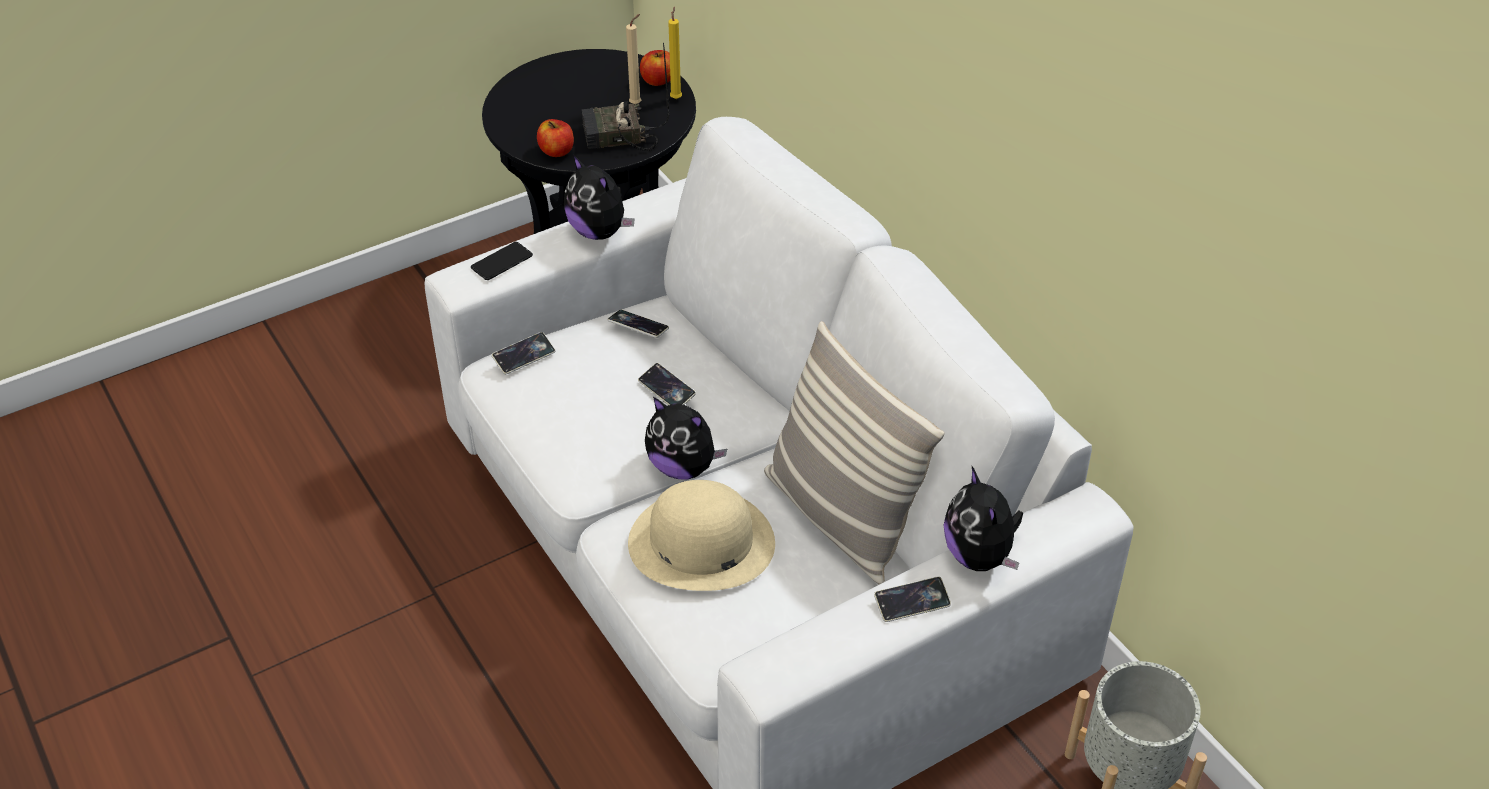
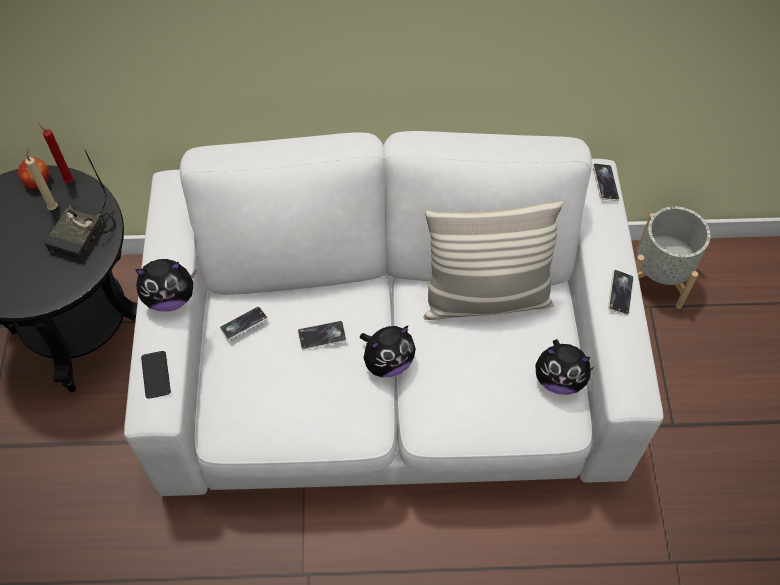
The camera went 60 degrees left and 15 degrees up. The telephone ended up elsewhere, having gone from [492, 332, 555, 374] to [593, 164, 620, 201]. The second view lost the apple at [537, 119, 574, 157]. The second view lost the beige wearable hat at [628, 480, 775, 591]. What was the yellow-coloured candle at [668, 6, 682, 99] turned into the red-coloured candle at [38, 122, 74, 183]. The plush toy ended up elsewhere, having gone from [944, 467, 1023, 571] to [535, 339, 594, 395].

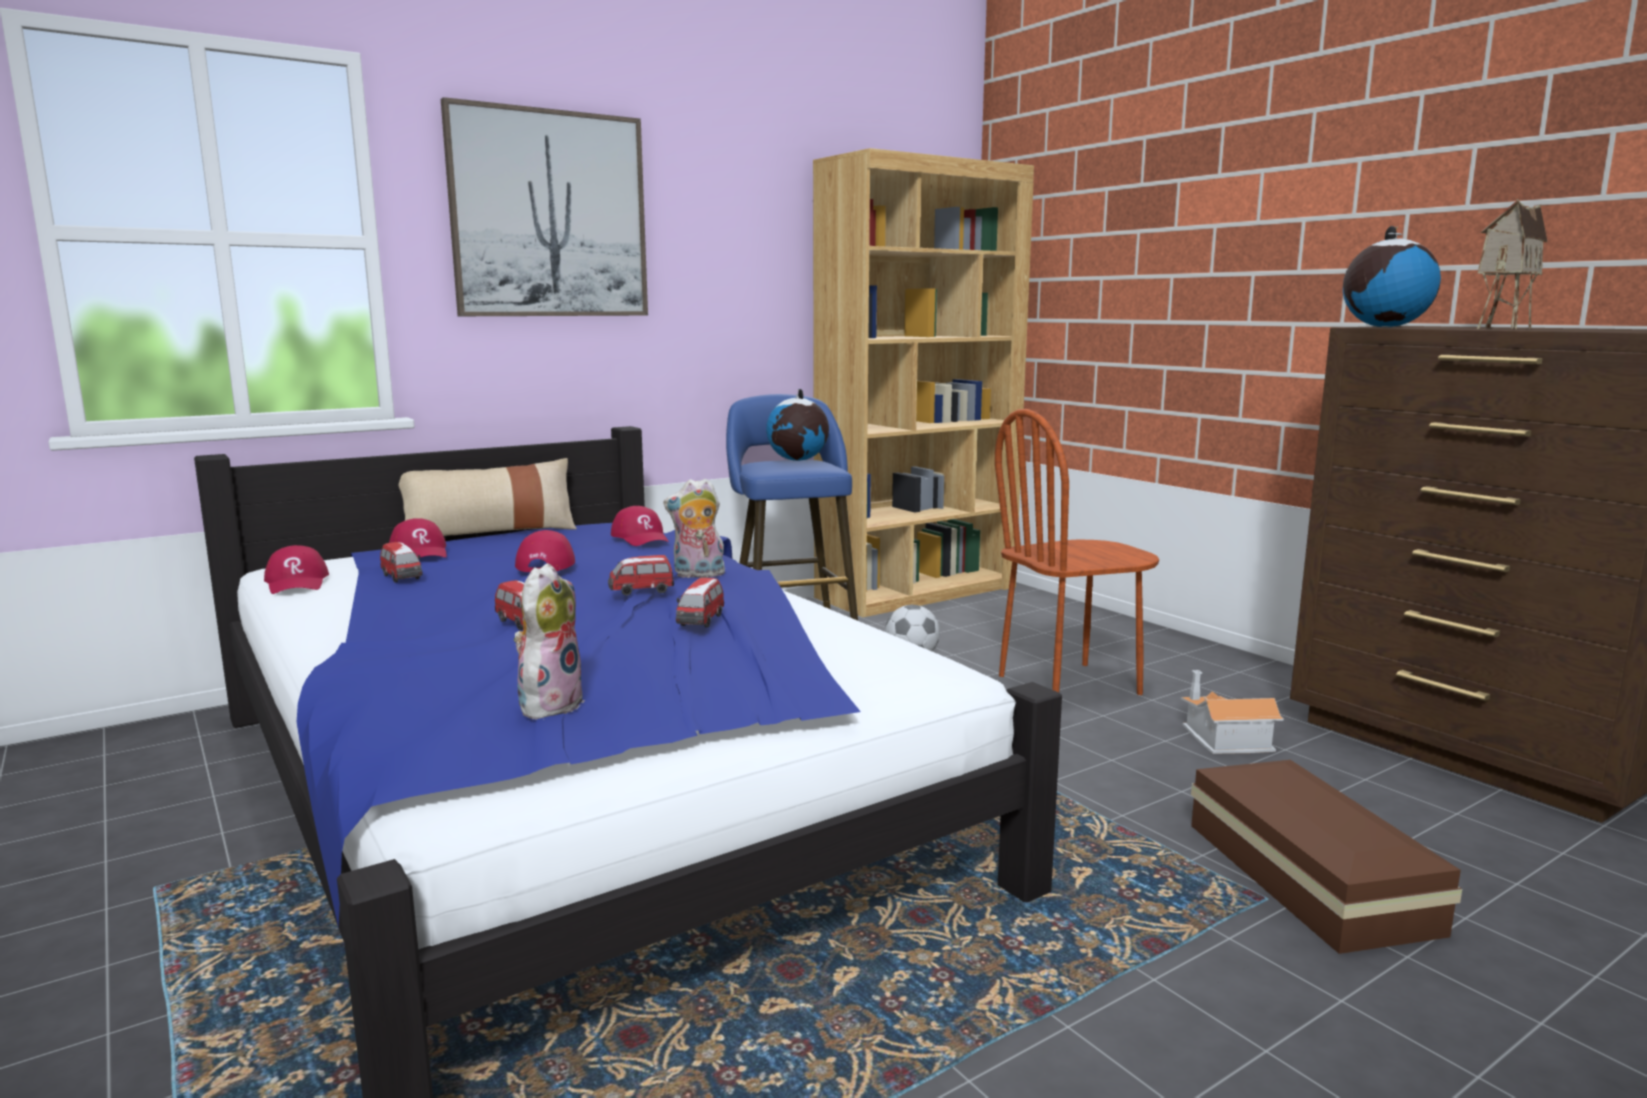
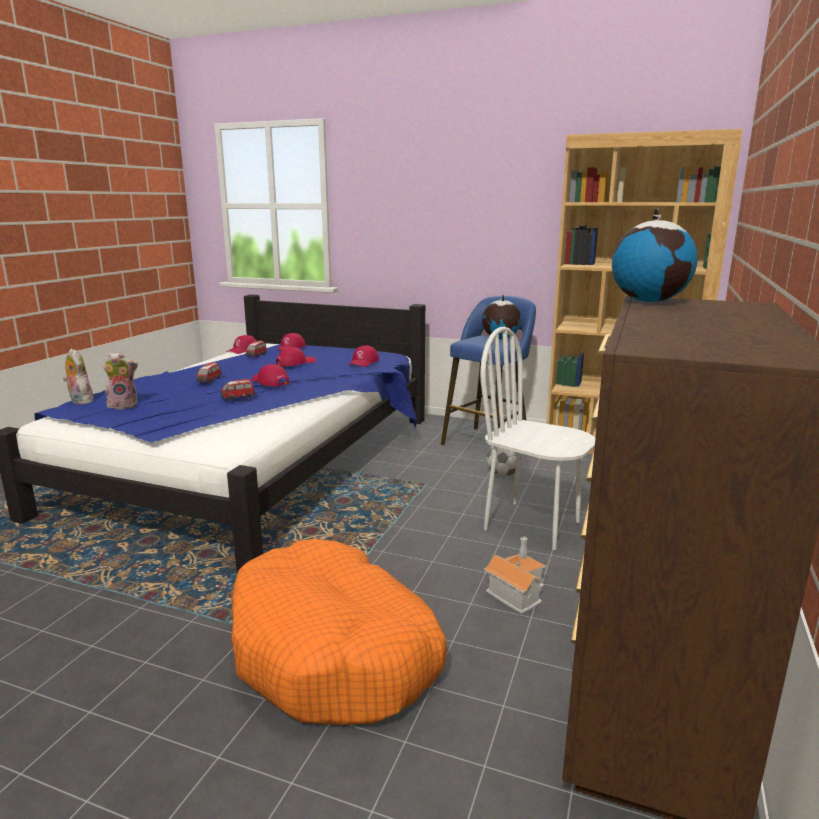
The camera went 55 degrees right and 5 degrees up. The second view lost the beige pillow at [399, 458, 577, 536]. The second view lost the wall picture at [441, 97, 648, 316]. Where the model car stood at [608, 555, 674, 596], the red-coloured baseball cap came to stand at [252, 364, 290, 386]. The plush toy ended up elsewhere, having gone from [663, 478, 725, 578] to [63, 349, 94, 404]. What was the brown plain chair at [995, 409, 1159, 695] turned into the whitish plain chair at [480, 327, 595, 550]. Where the brown storage box stood at [1191, 760, 1462, 954], the orange-coloured pet bed came to stand at [232, 539, 447, 725]. The second view lost the toy house at [1477, 199, 1548, 329].

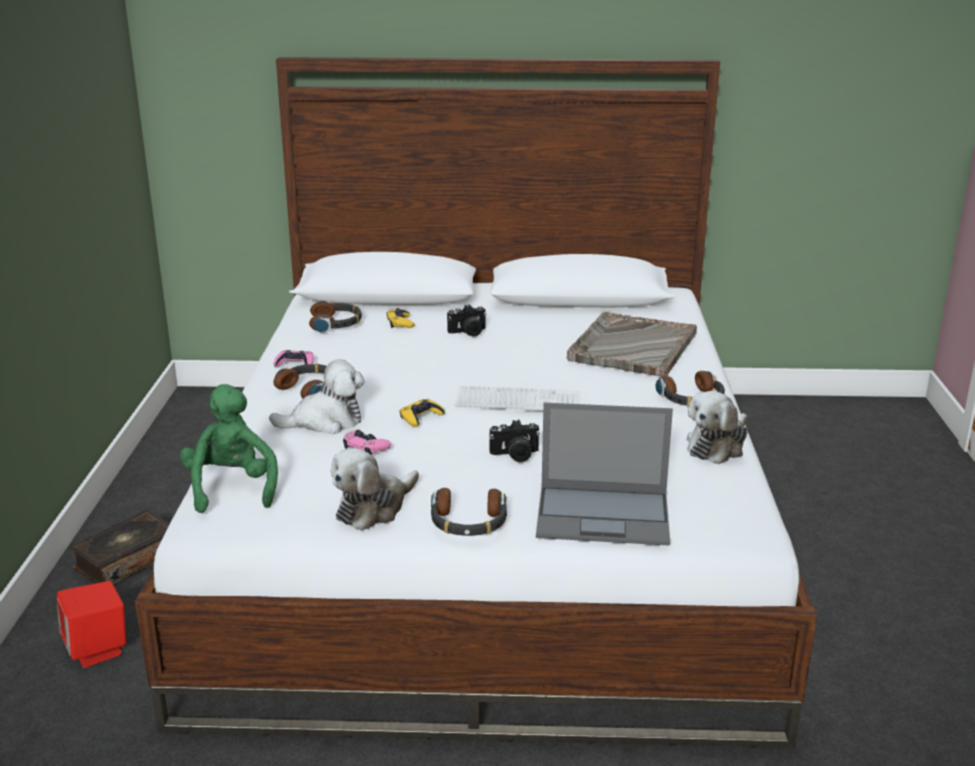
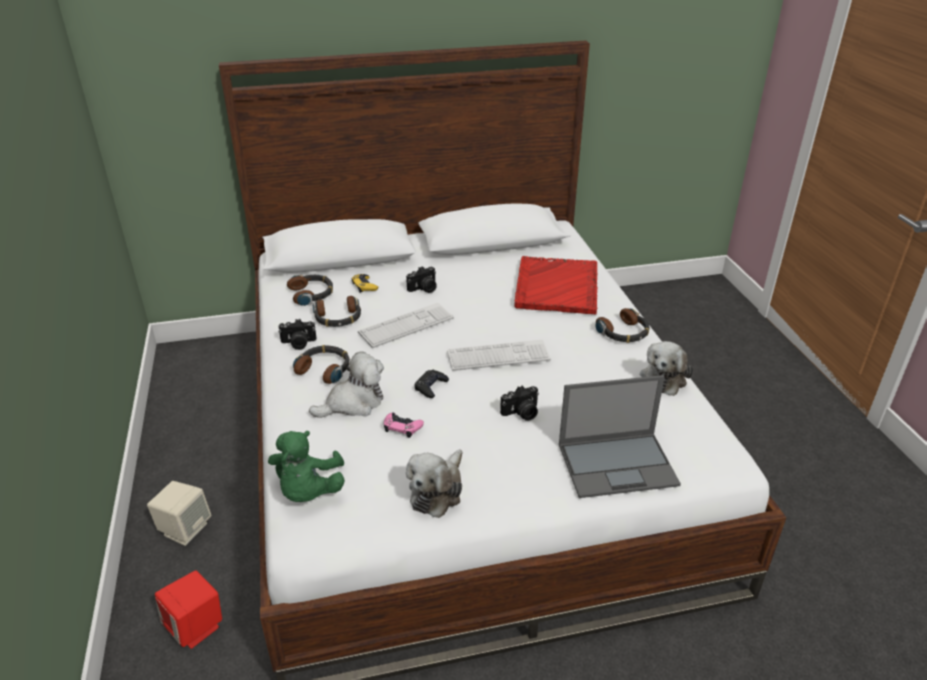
The camera went 15 degrees left and 10 degrees up. Where the book stood at [69, 510, 169, 584], the beige speaker came to stand at [147, 481, 211, 546]. The greenish plush toy at [180, 384, 278, 513] ended up facing another way, 150 degrees counterclockwise from before. Where the pinkish game controller stood at [274, 350, 314, 368], the photo camera came to stand at [278, 319, 316, 350]. What was the yellow-coloured game controller at [400, 399, 445, 427] turned into the black-coloured game controller at [414, 370, 449, 398]. The pair of headphones ended up elsewhere, having gone from [431, 488, 507, 536] to [313, 296, 361, 327]. What was the grey carrying tray at [567, 312, 697, 376] turned into the red-coloured carrying tray at [514, 256, 598, 315]. The second view gained the computer keyboard at [358, 303, 454, 348].

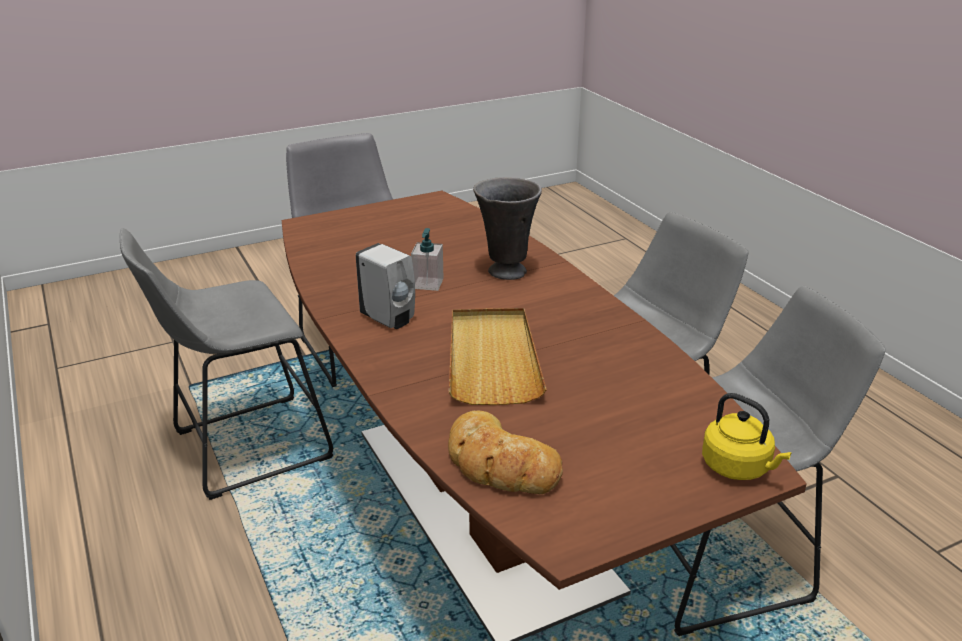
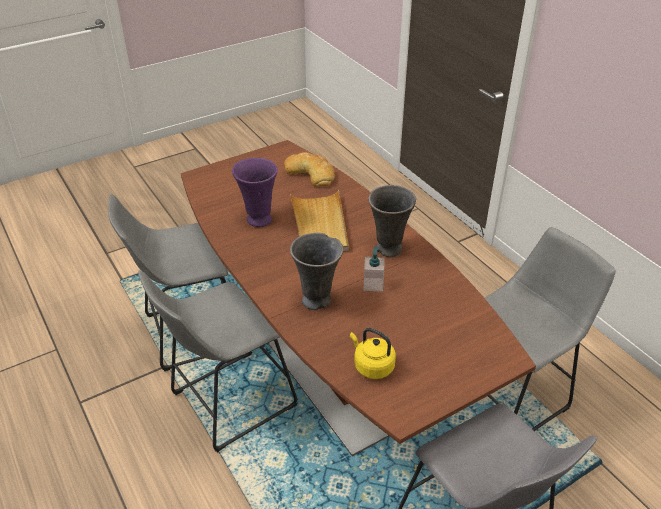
The camera went 175 degrees right and 10 degrees up. Where the whitish liquid soap bottle stood at [356, 243, 415, 329], the grey vase came to stand at [368, 185, 416, 258]. The yellow-coloured kettle ended up elsewhere, having gone from [702, 393, 792, 480] to [350, 328, 396, 379]. The second view gained the purple vase at [232, 158, 278, 227].

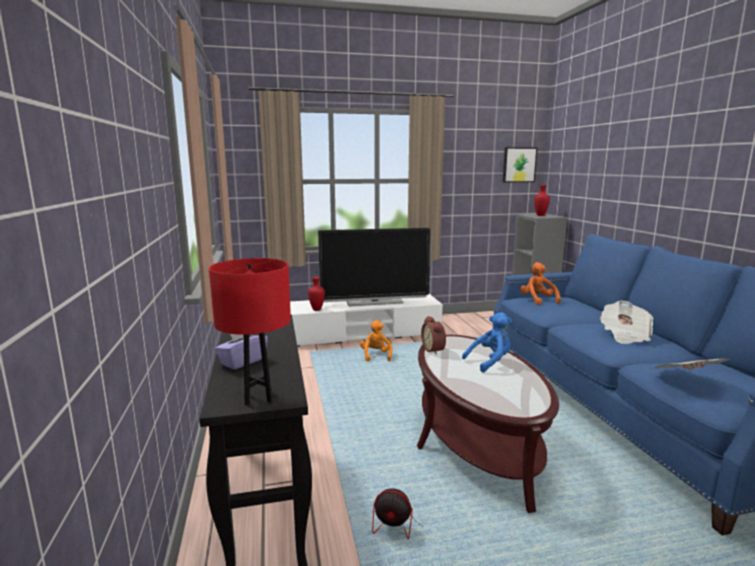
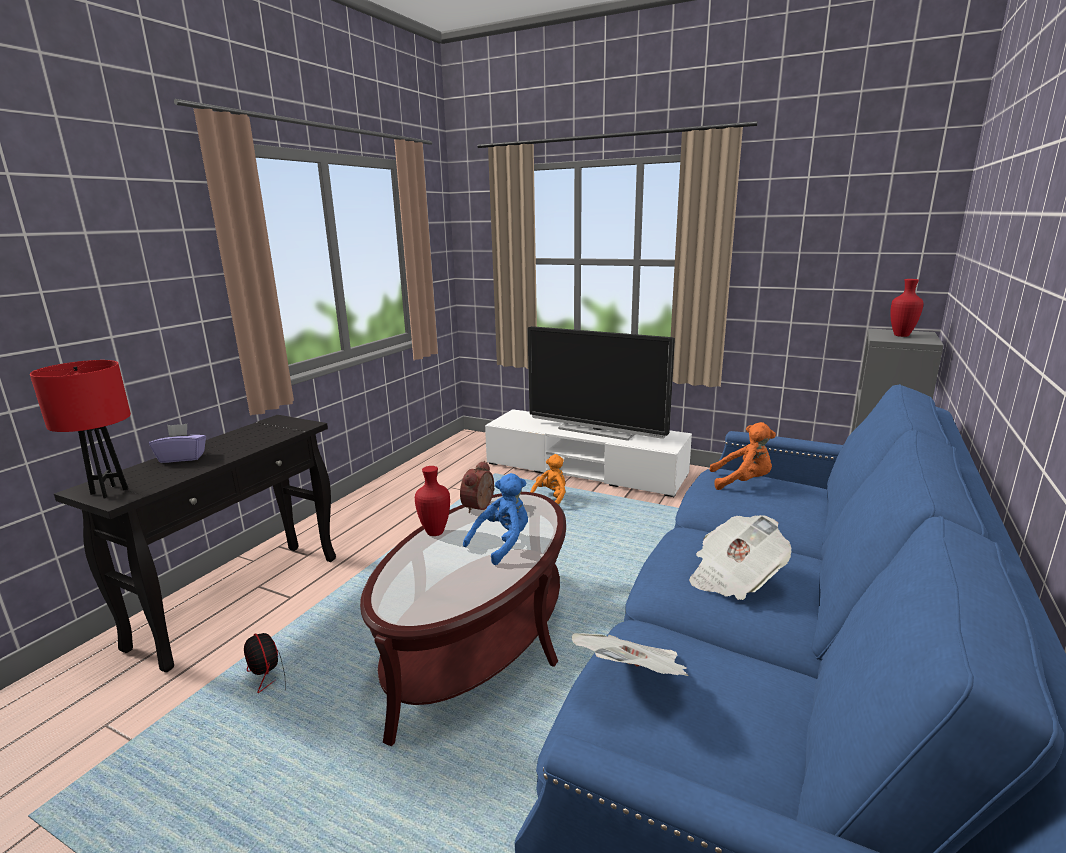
The camera went 40 degrees right and 5 degrees up. The red-coloured vase ended up elsewhere, having gone from [308, 277, 325, 311] to [415, 466, 450, 536]. The blue-coloured plush toy at [462, 312, 512, 373] ended up facing another way, 60 degrees counterclockwise from before. The second view lost the wall picture at [503, 147, 538, 182]. The orange-coloured plush toy at [521, 262, 561, 305] ended up facing another way, 75 degrees clockwise from before.

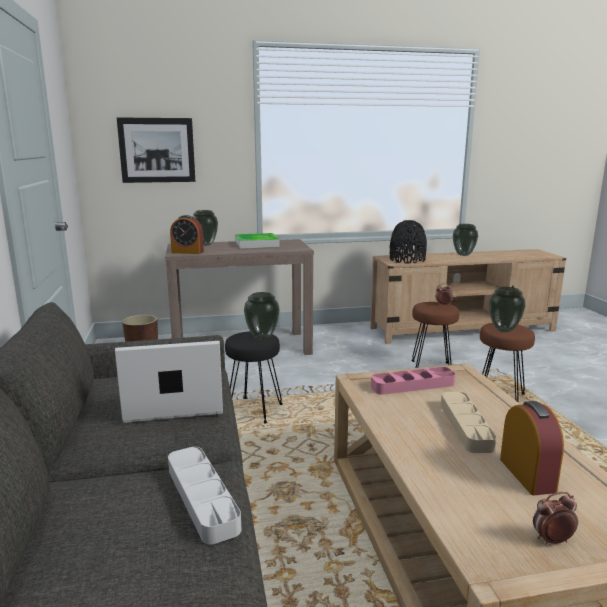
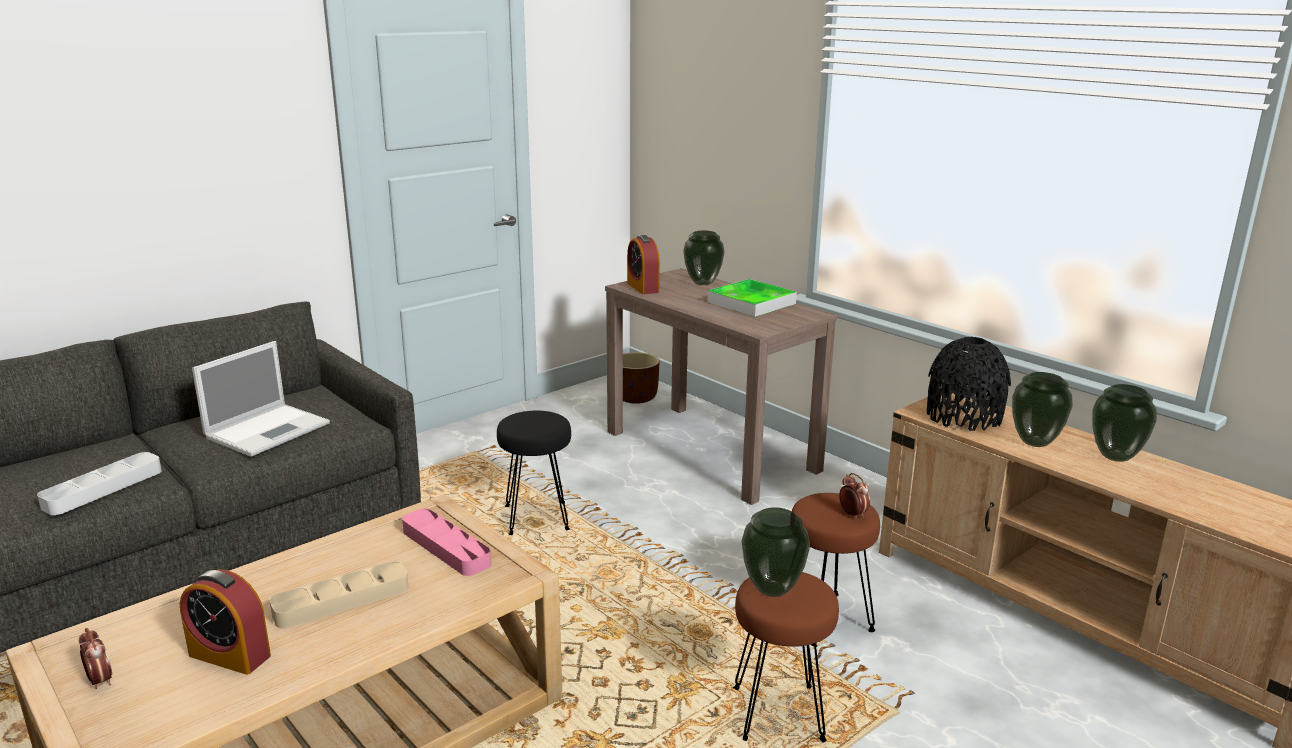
The camera went 60 degrees right and 5 degrees up. The notebook computer at [115, 341, 223, 423] ended up facing another way, 75 degrees clockwise from before. The second view lost the wall picture at [117, 117, 196, 183]. The vase ended up elsewhere, having gone from [244, 292, 280, 339] to [1012, 372, 1073, 447]. The alarm clock at [500, 401, 564, 495] ended up facing another way, 60 degrees clockwise from before.

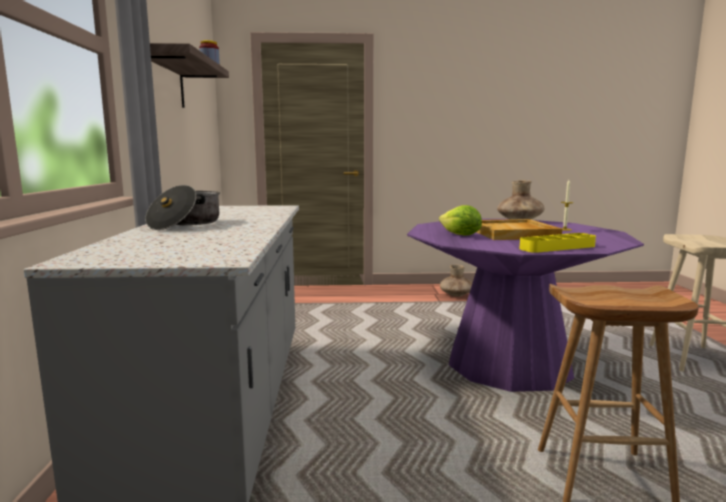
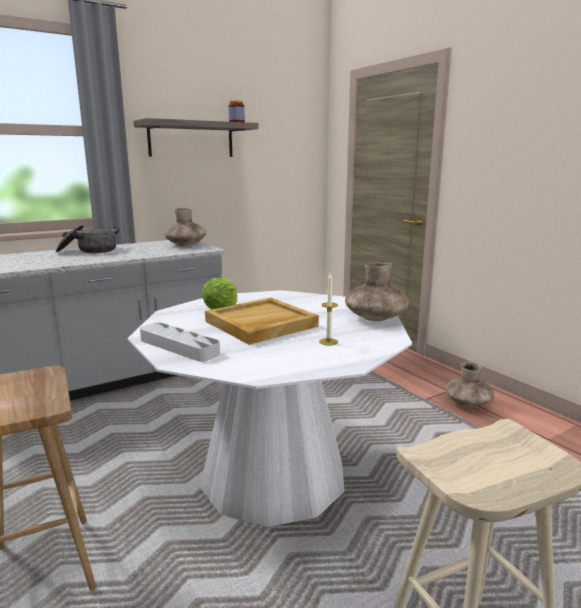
The camera went 60 degrees right and 5 degrees up. What was the purple kitchen table at [407, 219, 644, 392] turned into the whitish kitchen table at [128, 290, 412, 527]. What was the yellow-coloured carrying tray at [520, 233, 596, 253] turned into the grey carrying tray at [140, 322, 220, 362]. The second view gained the brown vase at [164, 208, 206, 246].

